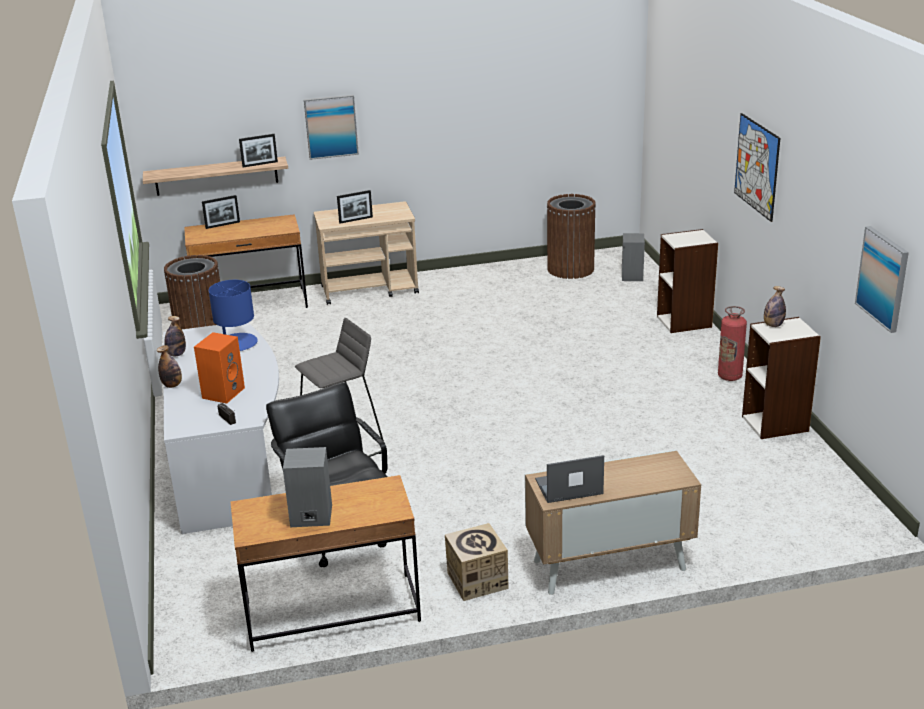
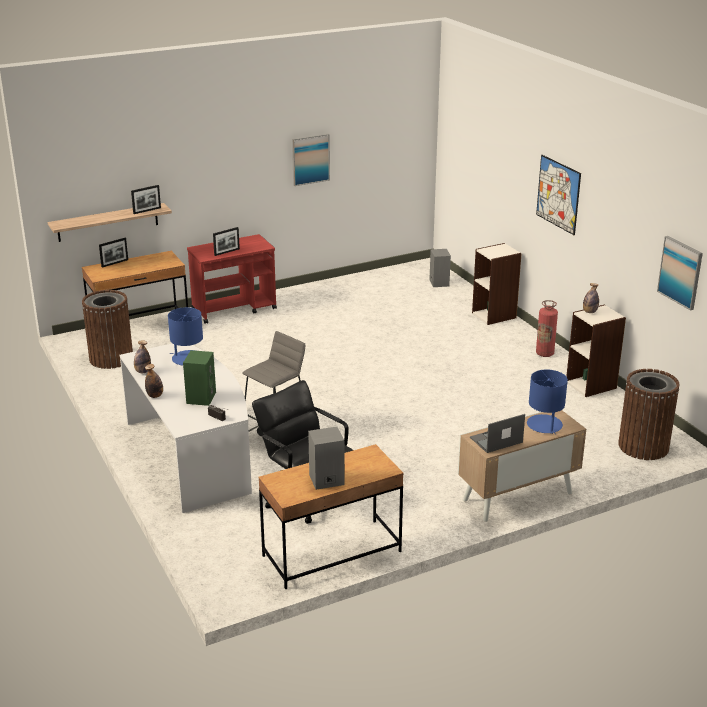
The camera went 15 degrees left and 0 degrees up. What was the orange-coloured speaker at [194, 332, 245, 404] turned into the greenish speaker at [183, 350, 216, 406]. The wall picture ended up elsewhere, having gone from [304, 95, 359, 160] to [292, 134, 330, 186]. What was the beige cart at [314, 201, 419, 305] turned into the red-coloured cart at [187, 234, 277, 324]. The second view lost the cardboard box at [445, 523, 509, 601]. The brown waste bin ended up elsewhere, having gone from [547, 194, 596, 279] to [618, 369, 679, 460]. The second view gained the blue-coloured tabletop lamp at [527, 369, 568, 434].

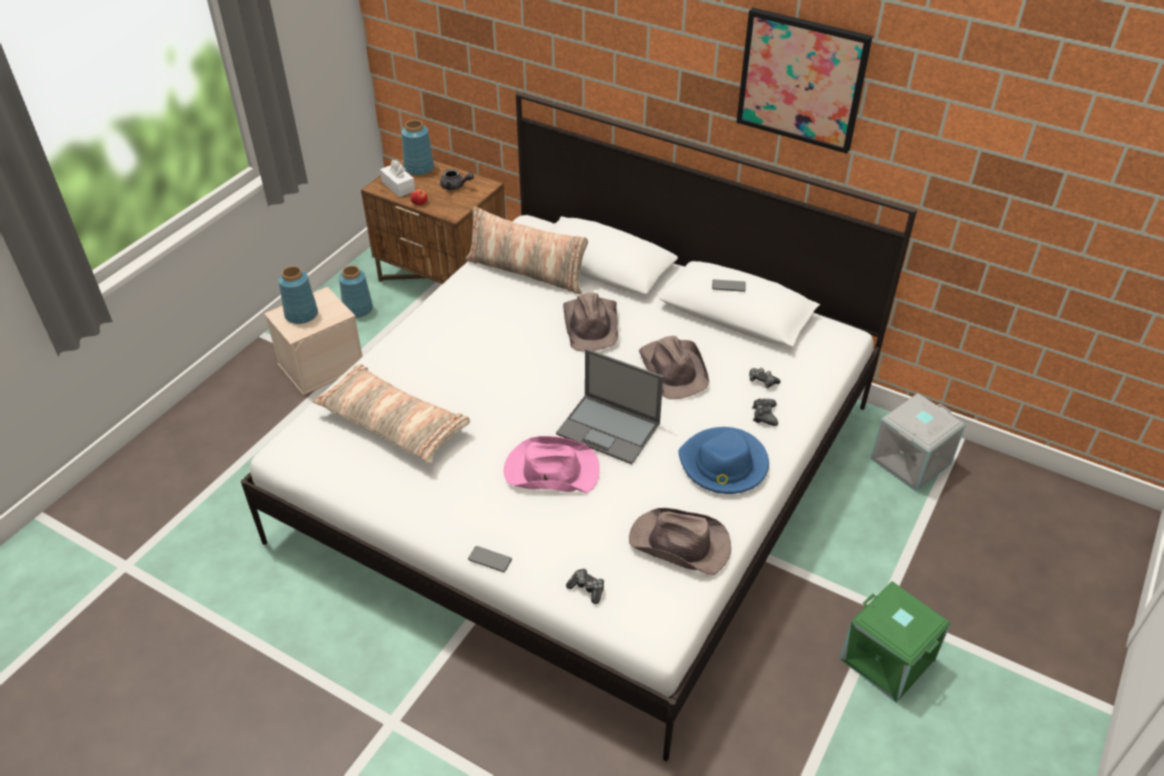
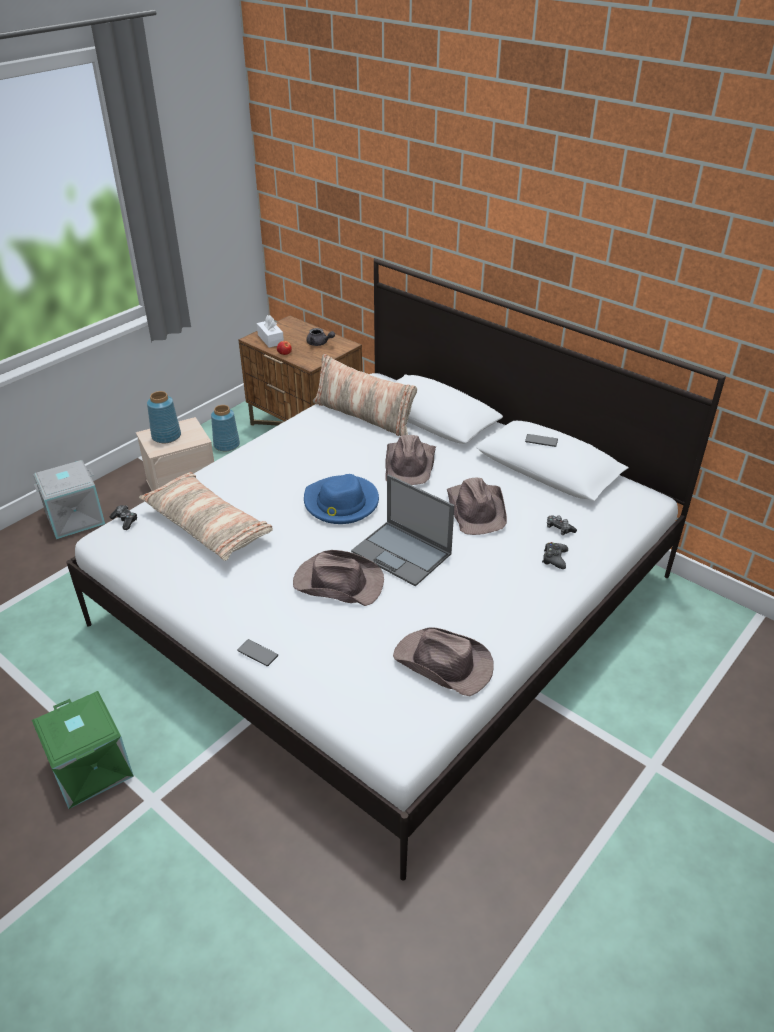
The camera went 10 degrees right and 5 degrees down. The second view lost the blue-coloured vase at [401, 120, 434, 175]. What was the pinkish wearable hat at [504, 436, 600, 493] turned into the brown wearable hat at [293, 550, 384, 606]. The game controller ended up elsewhere, having gone from [566, 569, 604, 604] to [110, 505, 137, 530]. The blue-coloured wearable hat ended up elsewhere, having gone from [678, 427, 769, 494] to [304, 474, 379, 524]. The second view lost the wall picture at [736, 8, 873, 154]. The greenish storage box ended up elsewhere, having gone from [840, 581, 951, 703] to [32, 691, 134, 809]. The grey storage box ended up elsewhere, having gone from [870, 393, 966, 492] to [33, 460, 105, 539].

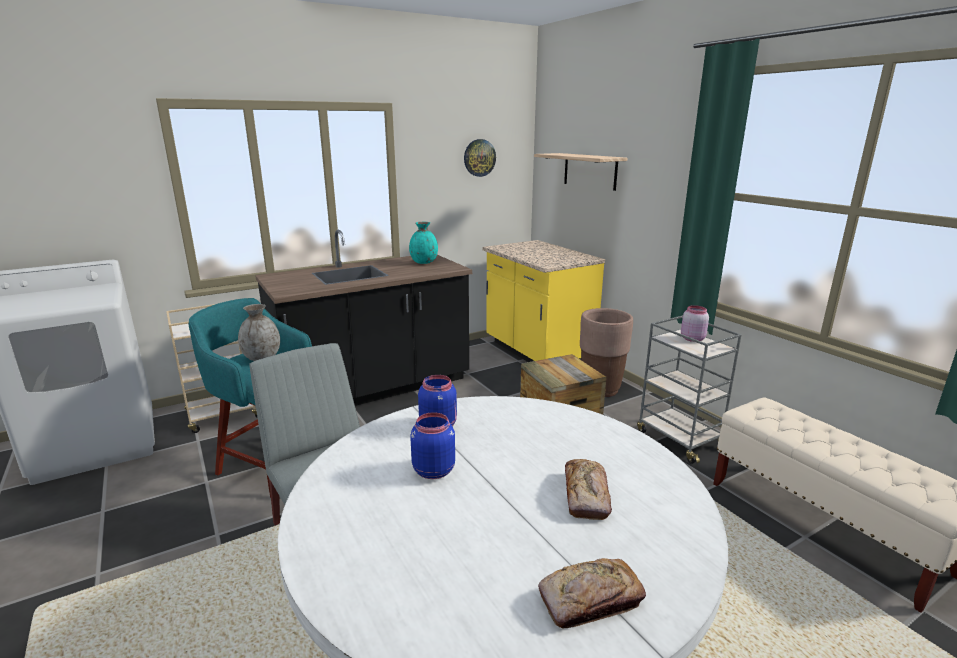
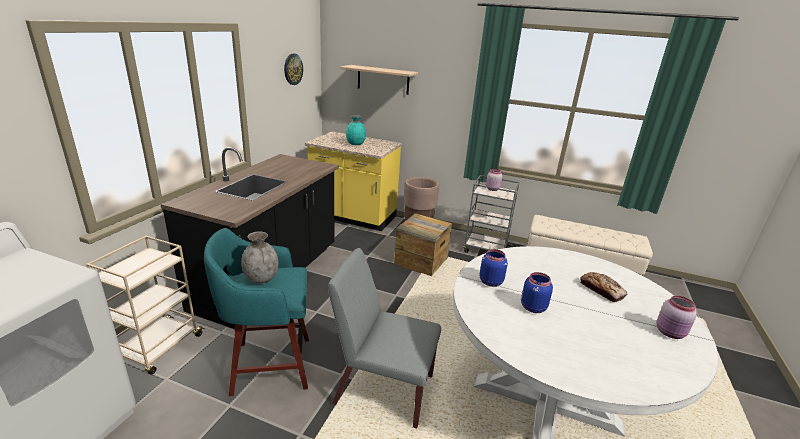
The camera went 40 degrees left and 5 degrees up. The blue-green vase ended up elsewhere, having gone from [409, 222, 438, 264] to [346, 115, 366, 145]. Where the bakery bread stood at [538, 558, 646, 628], the pinkish preserve jar came to stand at [656, 295, 697, 339].

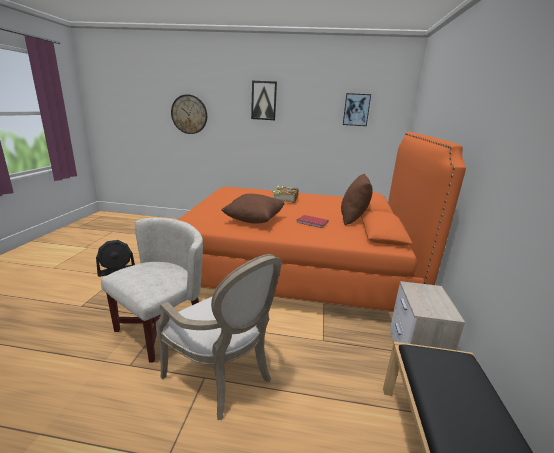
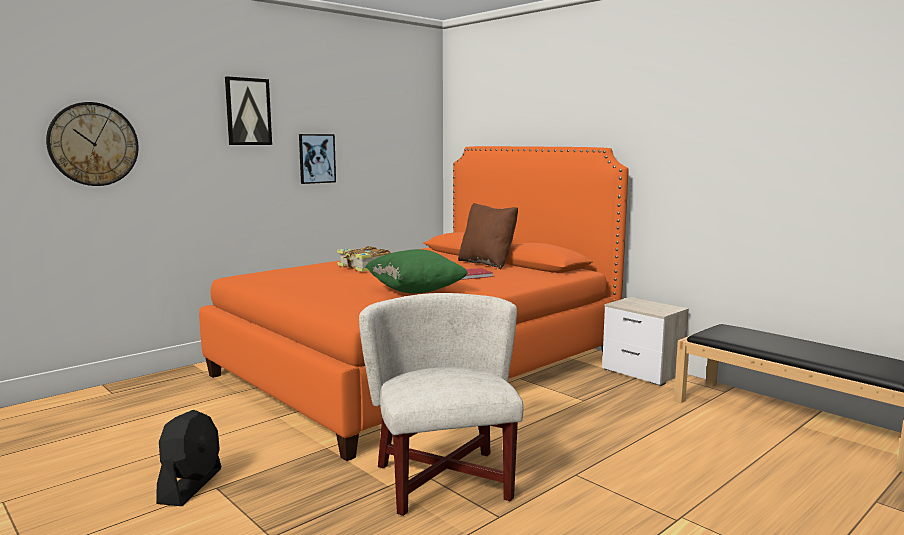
The camera went 50 degrees left and 10 degrees down. The second view lost the easy chair at [156, 254, 282, 420]. What was the brown pillow at [222, 194, 285, 223] turned into the greenish pillow at [365, 249, 468, 294]. The wall picture ended up elsewhere, having gone from [343, 93, 371, 126] to [299, 134, 336, 184].

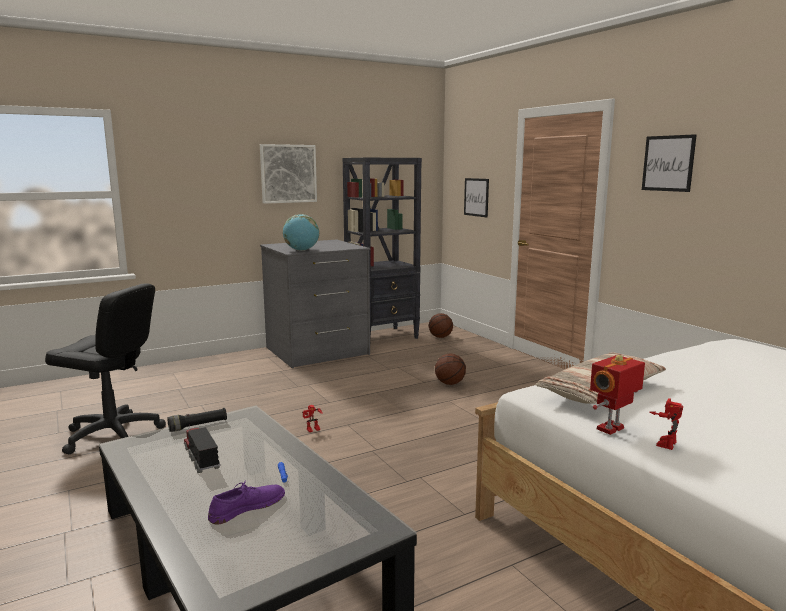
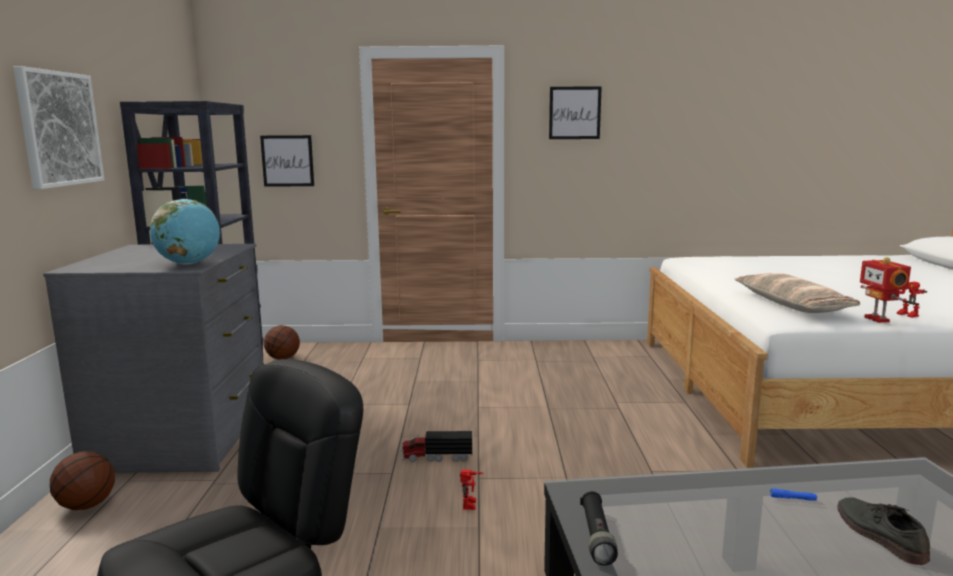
The camera went 60 degrees left and 0 degrees up. The model truck ended up elsewhere, having gone from [184, 425, 220, 473] to [401, 431, 473, 462]. What was the purple item of footwear at [208, 480, 285, 525] turned into the grey item of footwear at [837, 497, 930, 565]. The ball for basketball ended up elsewhere, having gone from [435, 353, 466, 385] to [50, 451, 115, 510].

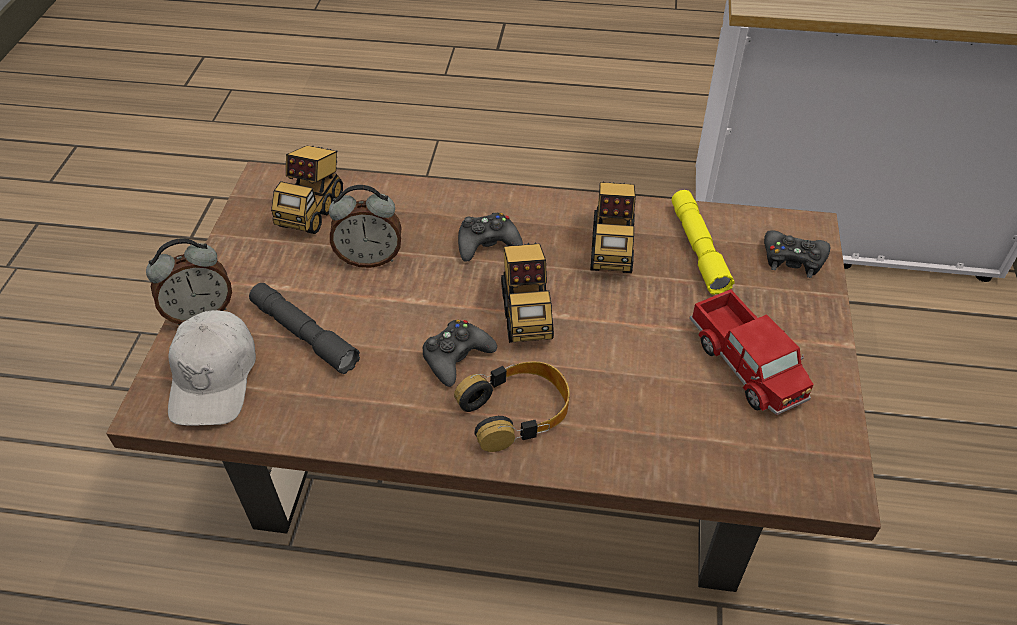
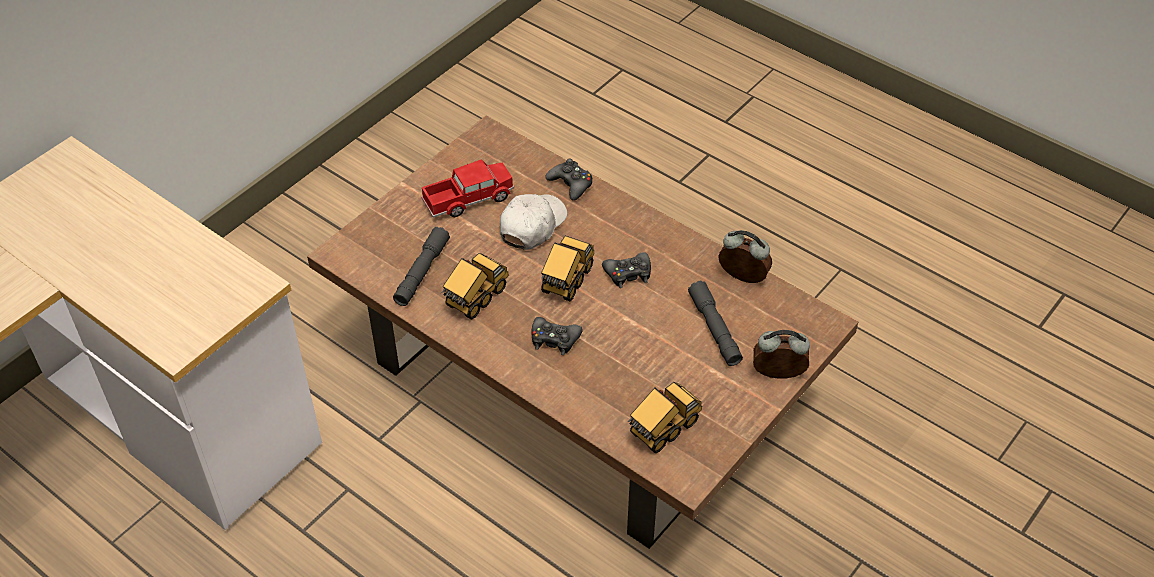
The camera went 150 degrees left and 0 degrees up. The whitish baseball cap ended up elsewhere, having gone from [168, 310, 256, 426] to [500, 194, 567, 250]. The alarm clock ended up elsewhere, having gone from [329, 185, 402, 268] to [718, 230, 772, 283]. The second view lost the pair of headphones at [454, 362, 570, 452]. What was the yellow-coloured flashlight at [672, 190, 734, 295] turned into the grey flashlight at [393, 227, 450, 306]. The model truck at [689, 289, 814, 415] ended up facing another way, 60 degrees clockwise from before. The black-coloured game controller ended up elsewhere, having gone from [764, 230, 830, 278] to [546, 158, 592, 201].

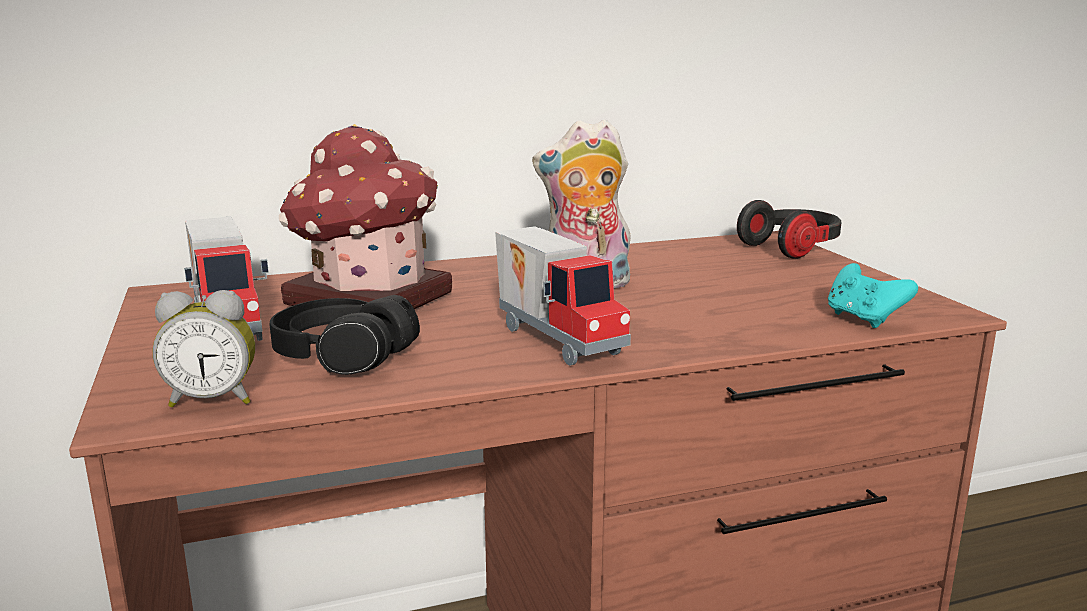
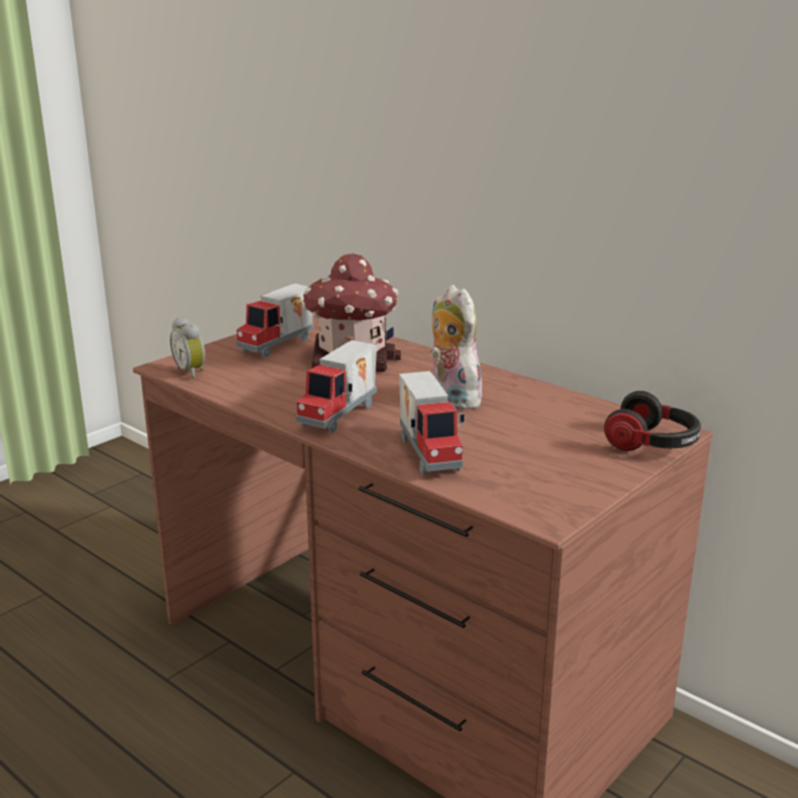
The camera went 60 degrees right and 5 degrees up. The second view lost the black-coloured pair of headphones at [270, 295, 420, 375]. The second view lost the blue-green game controller at [828, 263, 918, 328]. The second view gained the model truck at [399, 371, 464, 475].

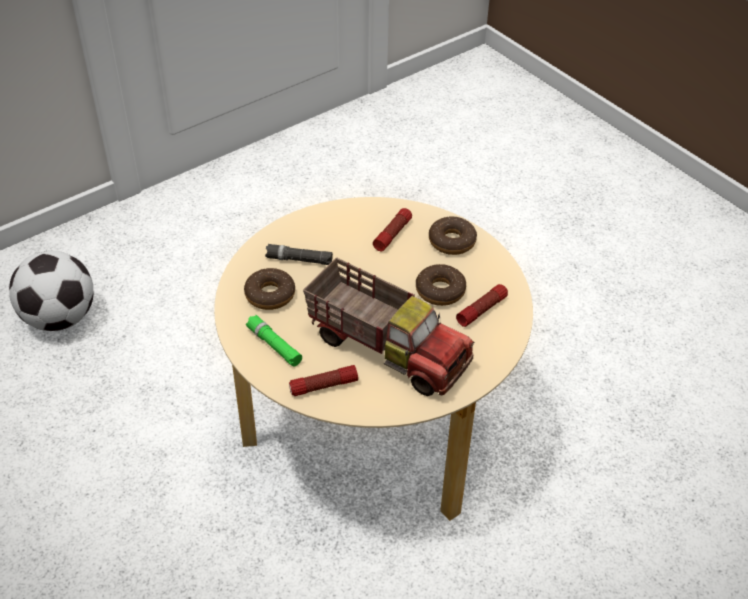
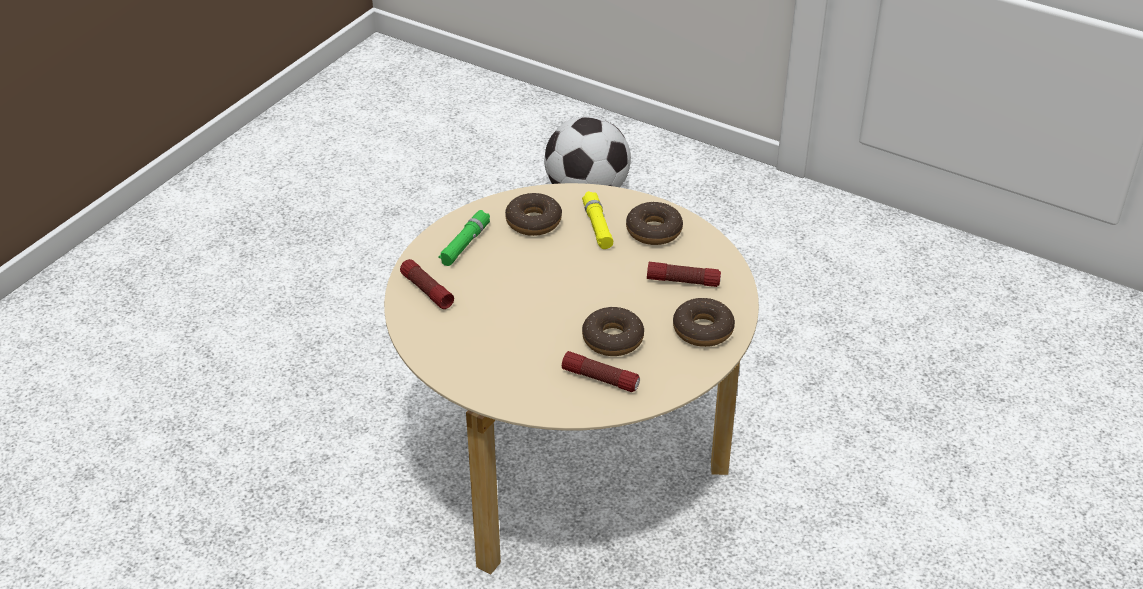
The camera went 70 degrees right and 5 degrees down. What was the black-coloured flashlight at [265, 244, 333, 265] turned into the yellow-coloured flashlight at [582, 191, 613, 249]. The second view lost the model truck at [303, 258, 474, 396]. The second view gained the ring doughnut at [626, 202, 683, 245].

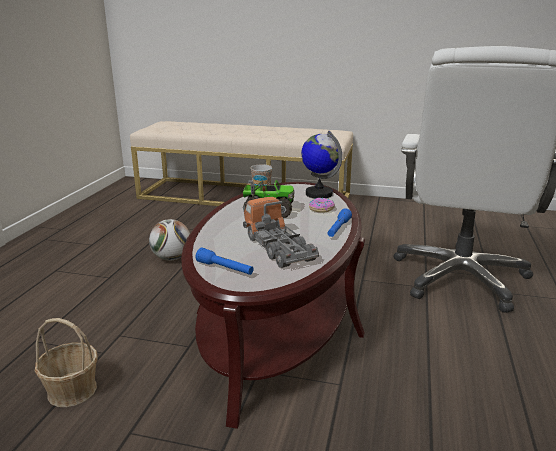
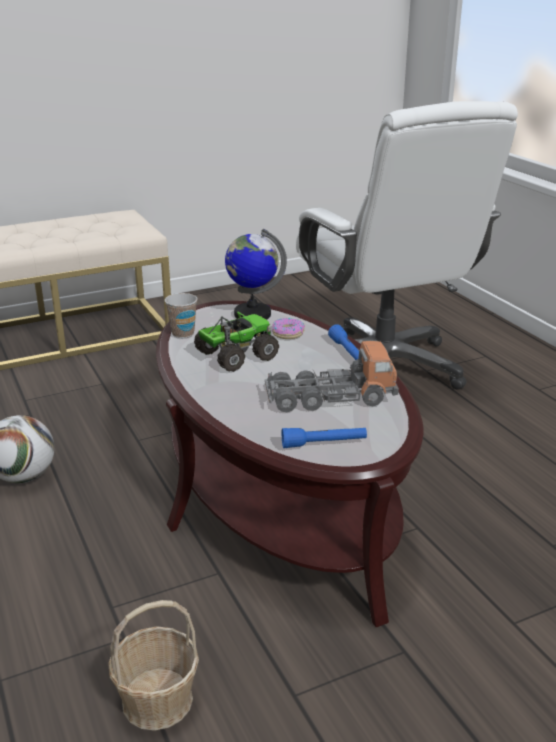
The camera went 40 degrees left and 5 degrees up. The model truck at [243, 197, 319, 268] ended up facing another way, 150 degrees clockwise from before.

